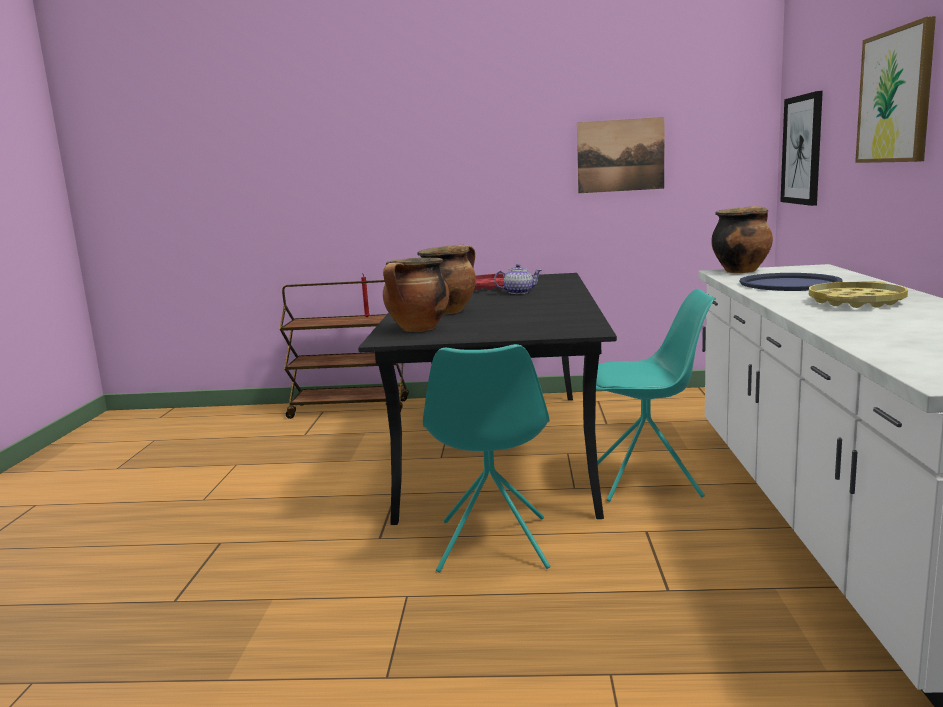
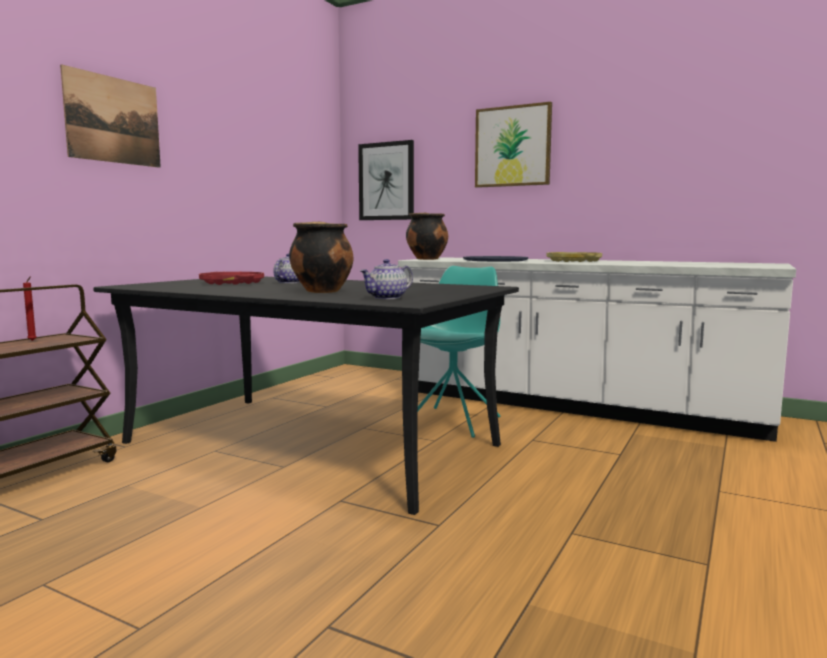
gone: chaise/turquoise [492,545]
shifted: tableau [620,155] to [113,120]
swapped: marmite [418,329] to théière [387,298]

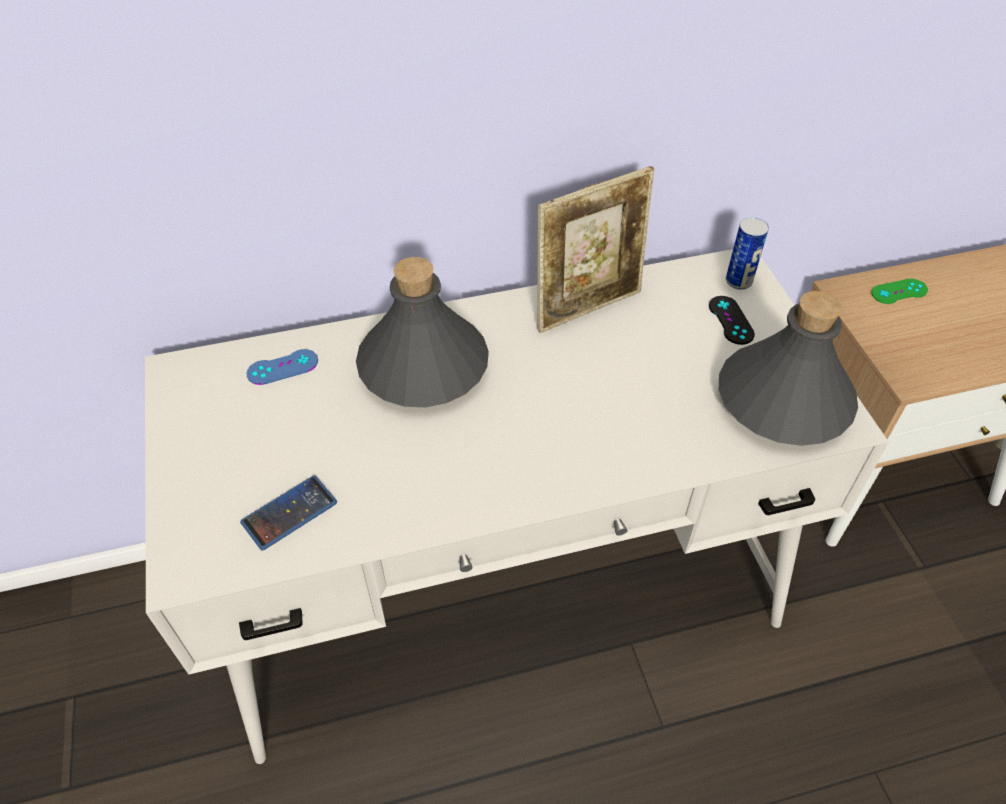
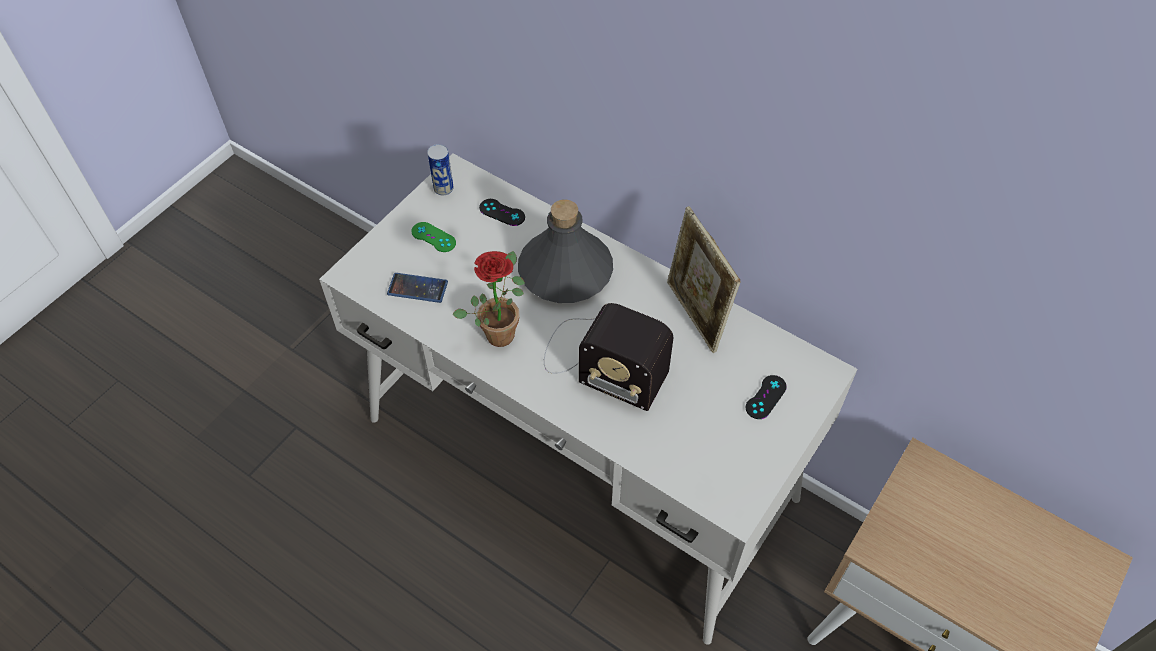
gone: bouteille/gris [784,401]
new: plante en pot [500,330]; radio [601,361]
shifted: boîte métallique [738,281] to [443,188]; manette/vert [899,291] to [433,237]
repainted: manette/bleu [282,367] to manette/noir [502,212]
rotated: cadre photo [588,307] = [695,316] 45 degrees clockwise

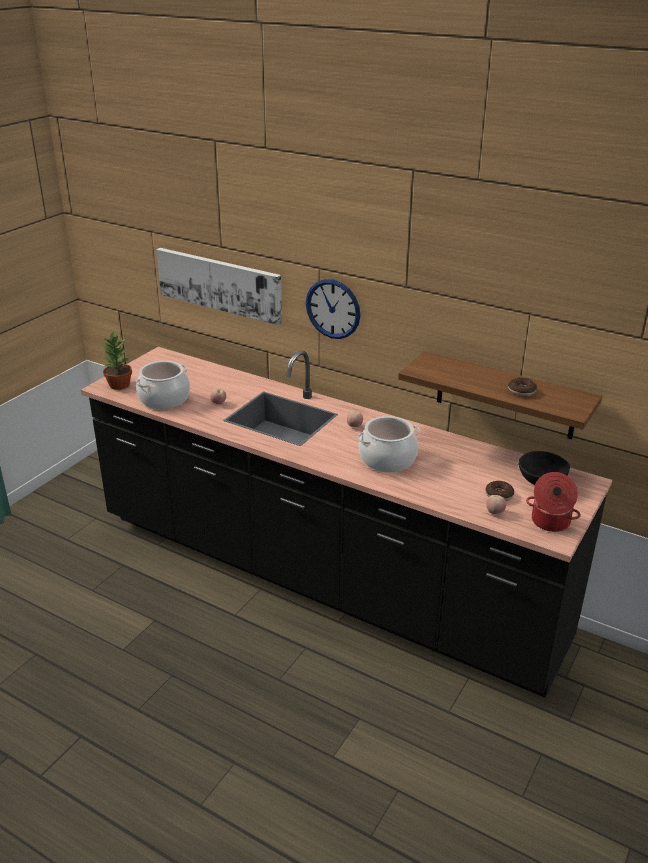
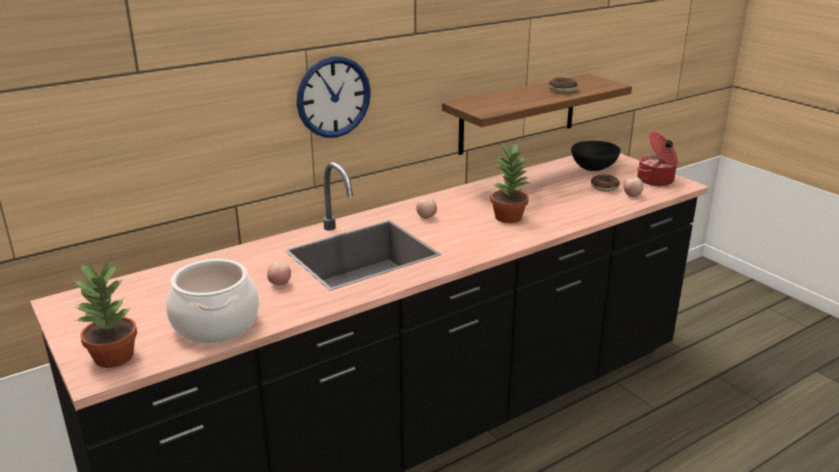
gone: tableau [220,284]
swapped: marmite [387,459] to plante en pot [508,217]

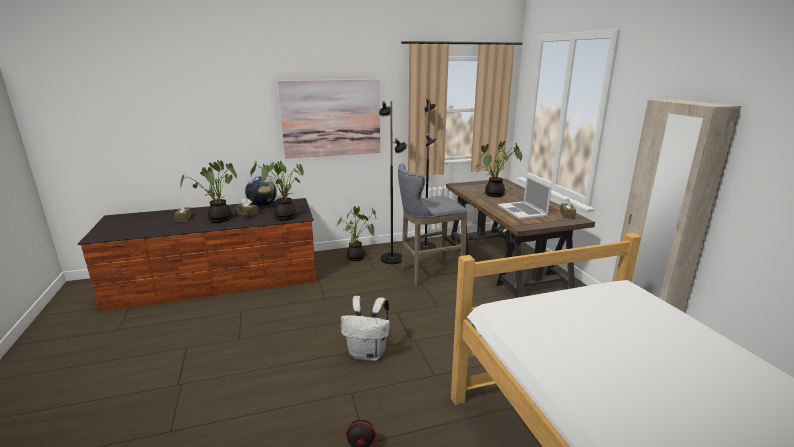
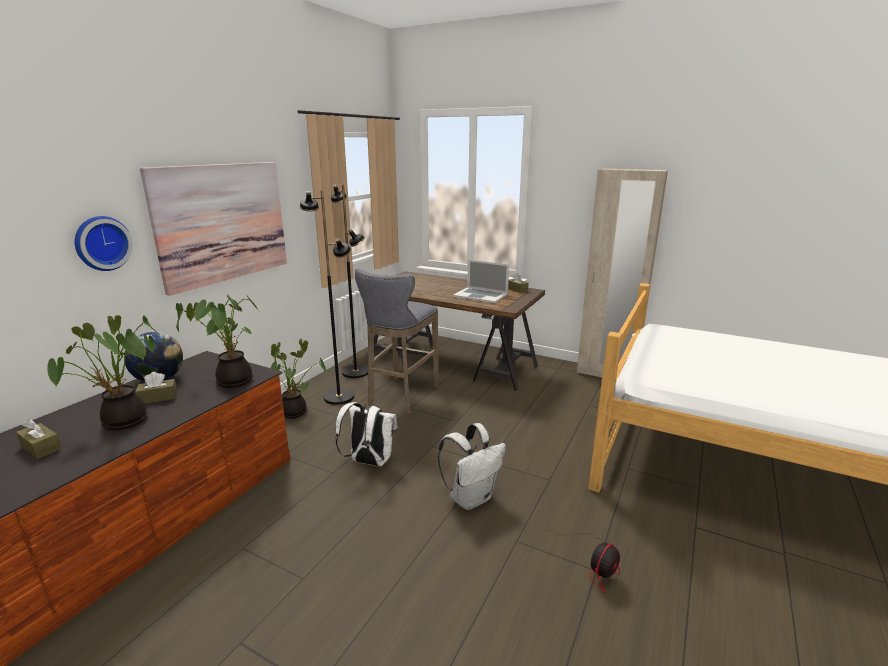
gone: plante en pot [494,195]
new: horloge murale [101,243]; sac à dos/blanc [369,462]

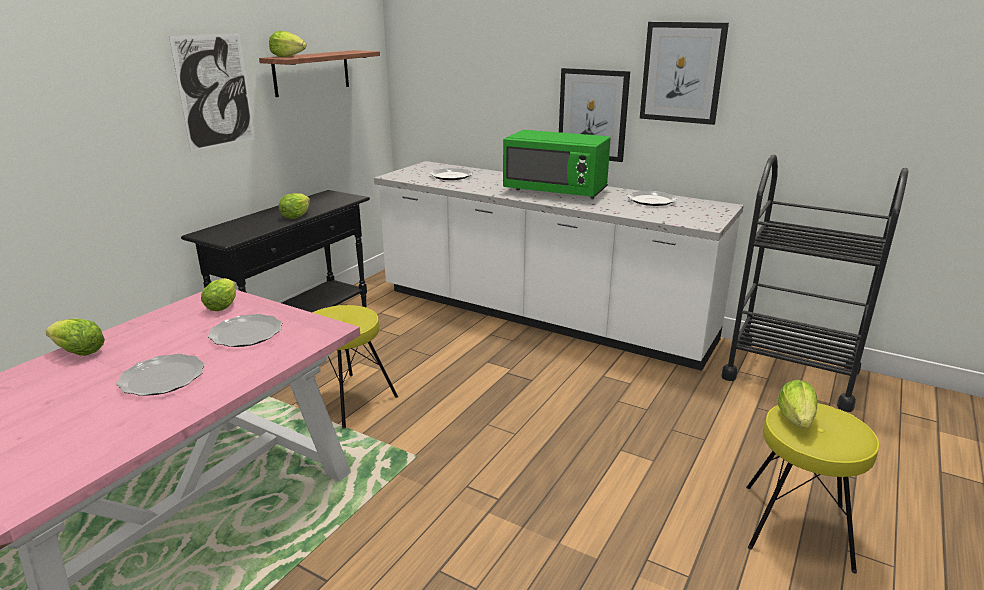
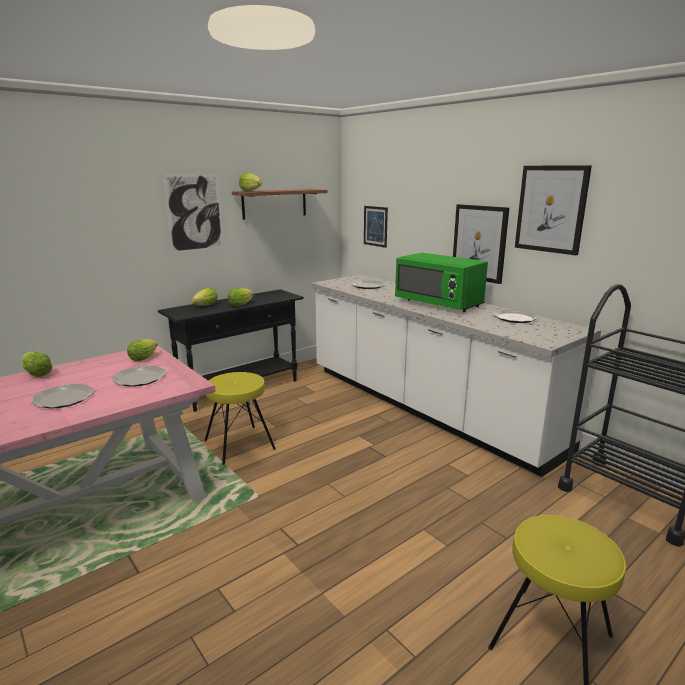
new: tableau [375,226]
shifted: laitue [796,419] to [206,306]

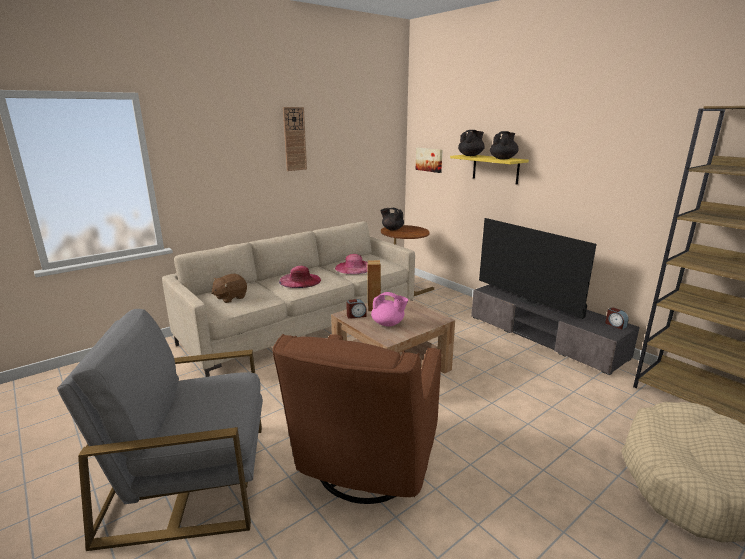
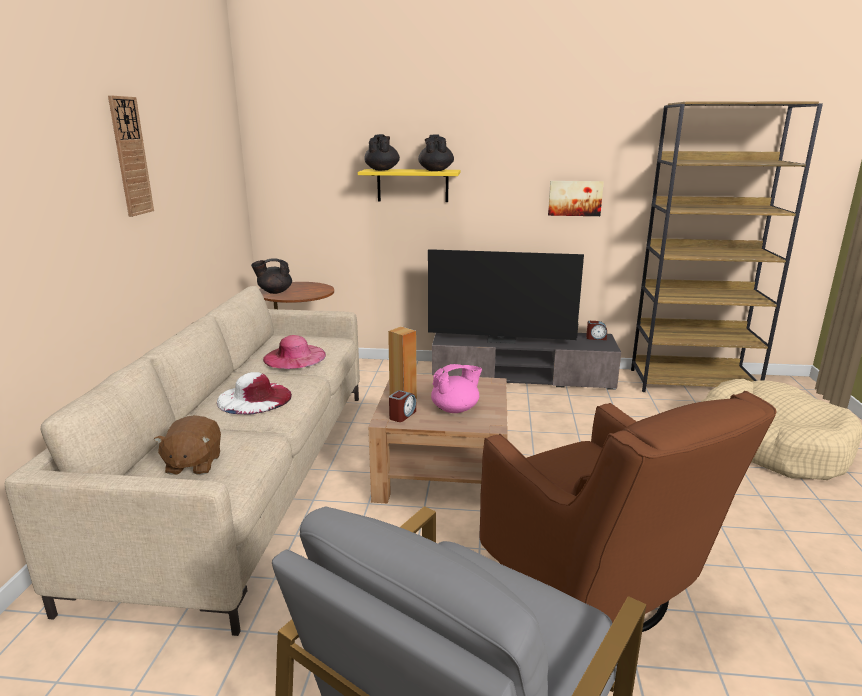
shifted: tableau [429,159] to [575,198]
repainted: chapeau/rose [300,280] to chapeau/blanc [254,398]

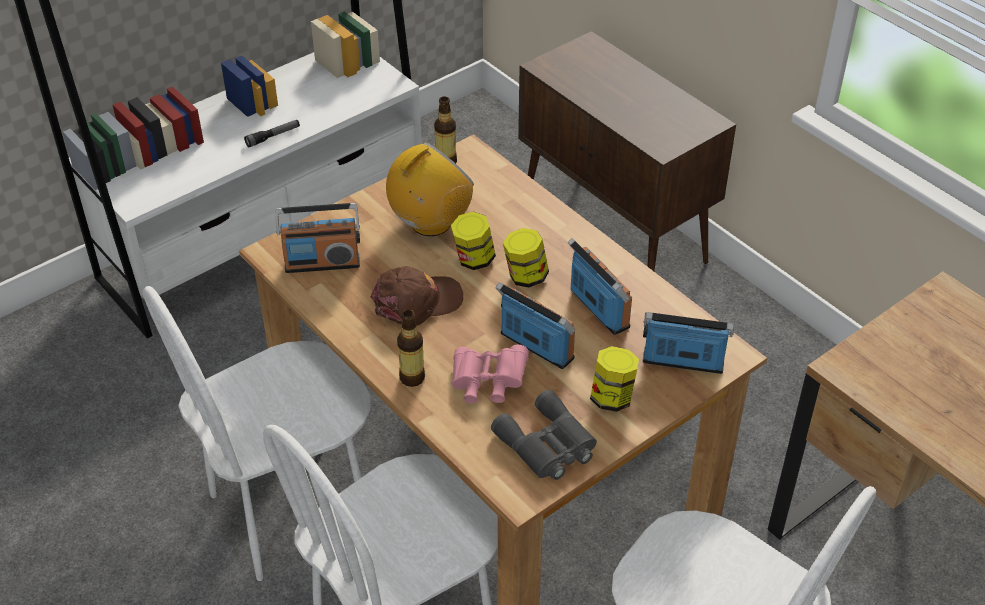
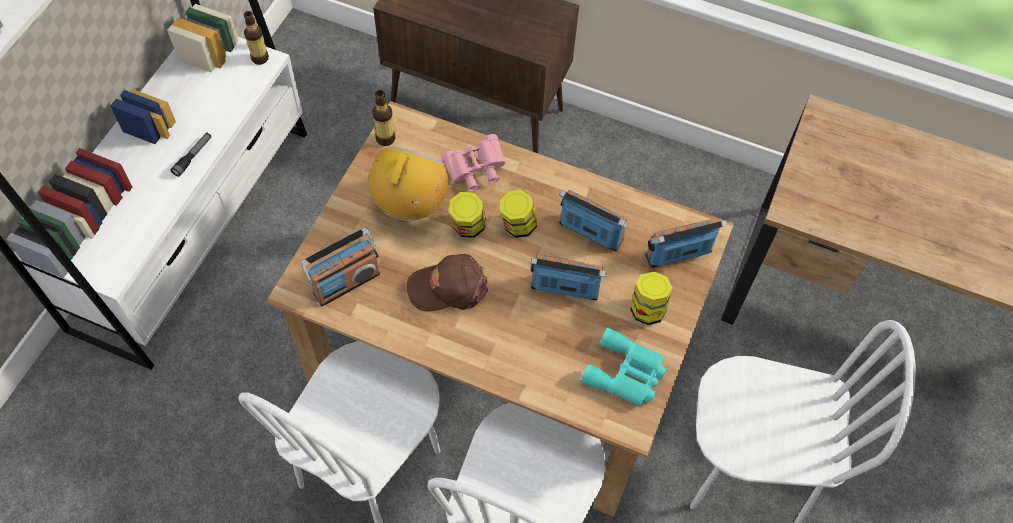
shifted: bouteille [412,378] to [260,58]; jumelles/rose [487,383] to [475,171]
repainted: jumelles/gris [547,446] to jumelles/turquoise [626,374]
rotated: casquette/marron [417,302] = [448,287] 135 degrees counterclockwise

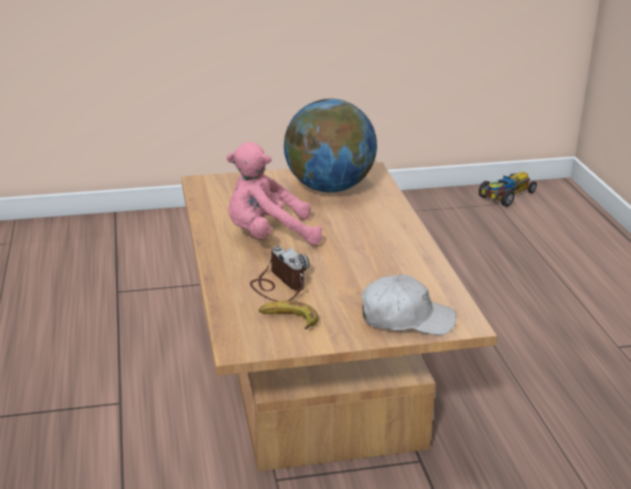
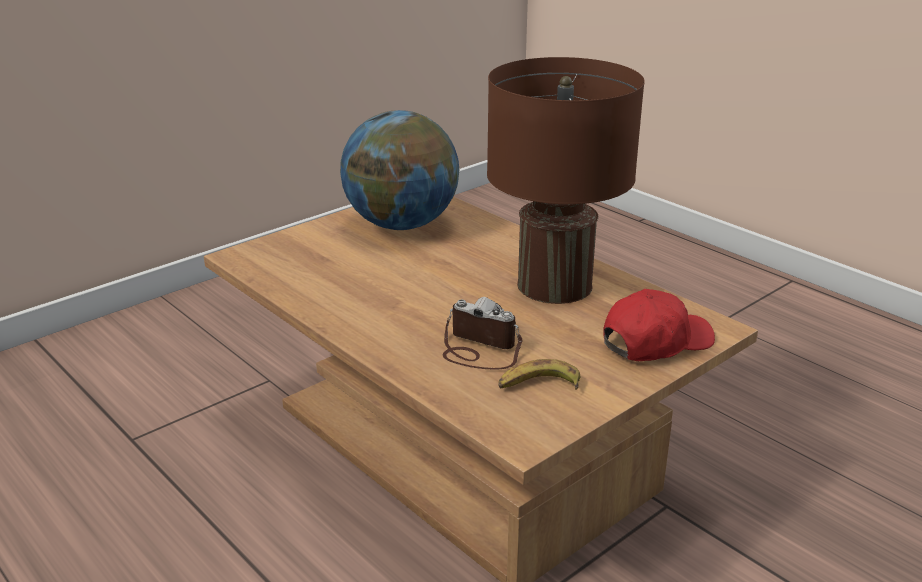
gone: peluche/rose [268,236]; petite voiture [505,196]
new: lampe de table/marron [554,285]
repainted: casquette/blanc [406,319] to casquette/rouge [656,342]

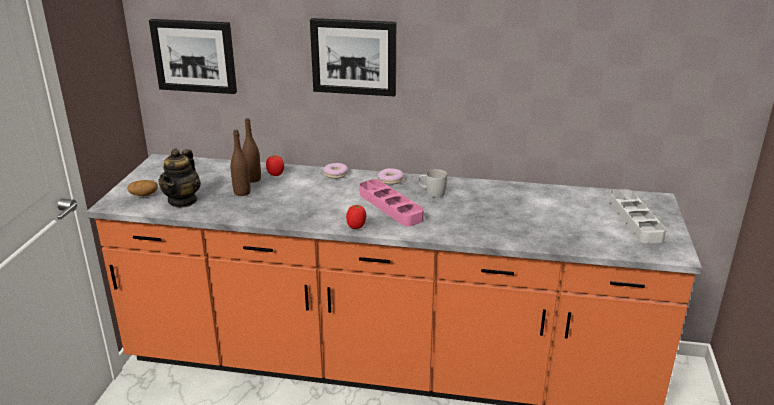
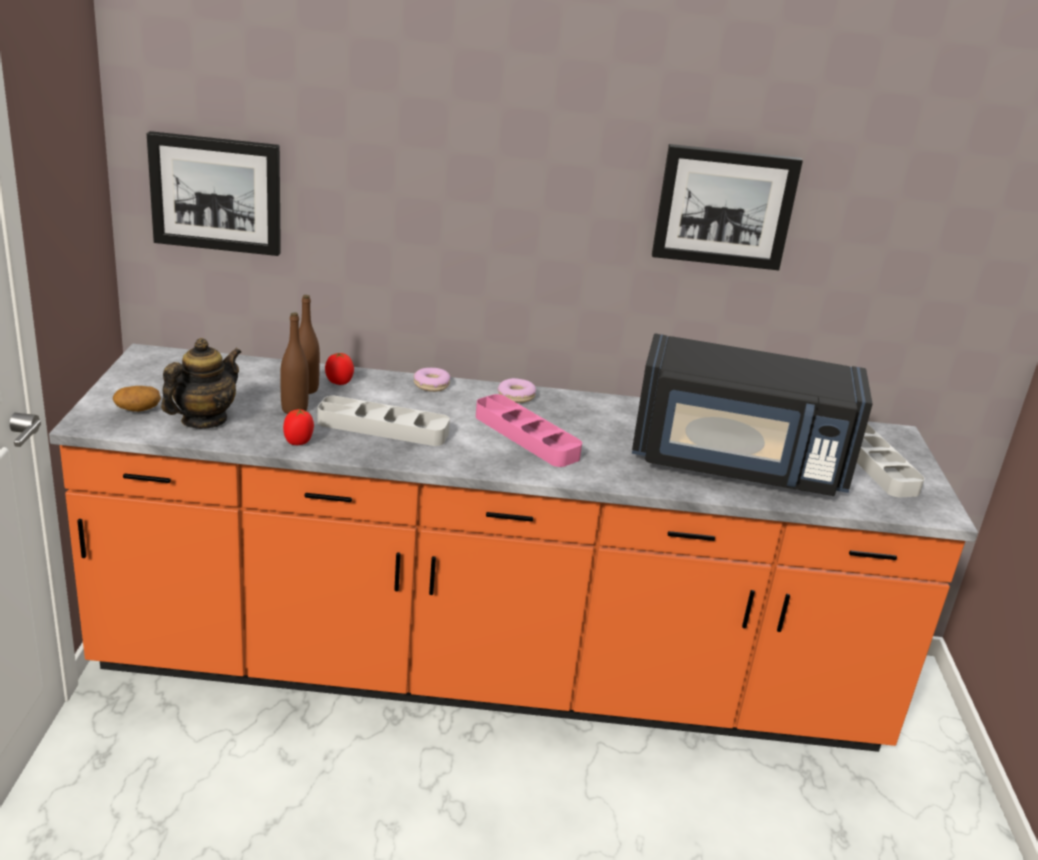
gone: mug/blanc [431,193]
new: micro-ondes/noir [738,465]; plateau/gris [383,428]
shifted: tableau [354,56] to [724,207]; tomate [356,226] to [298,442]
rotated: théière [183,201] = [204,420] 150 degrees counterclockwise

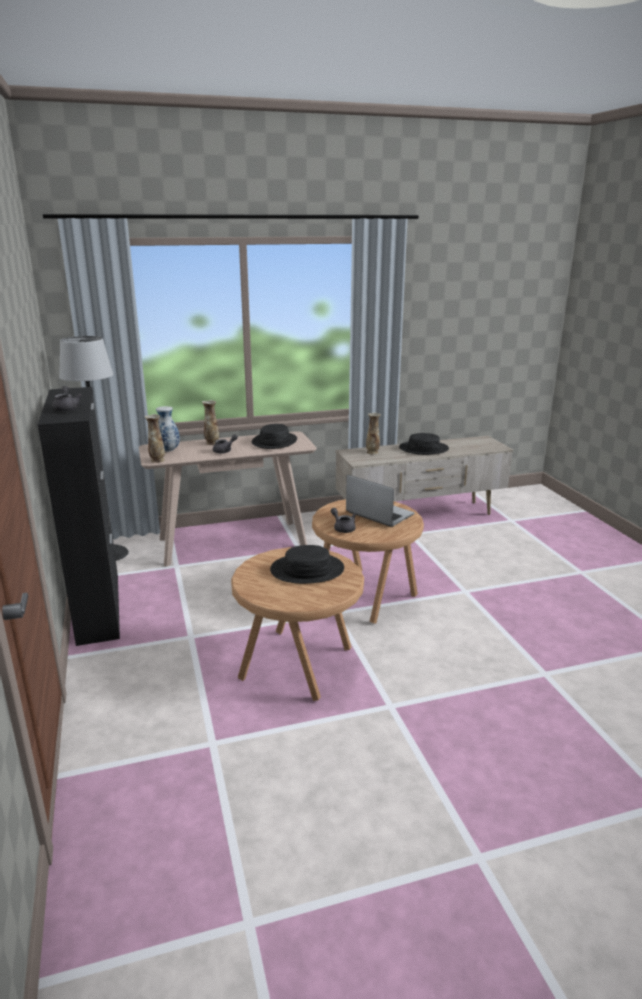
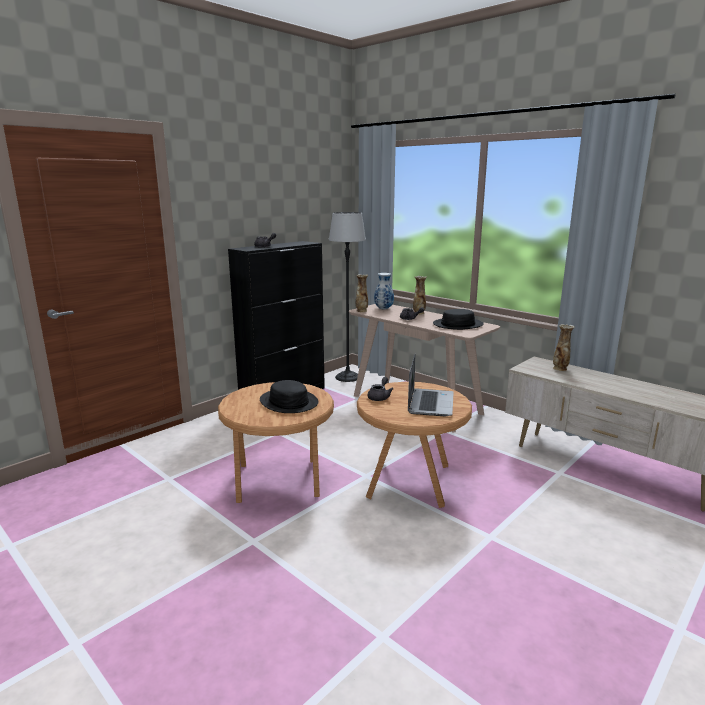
gone: chapeau/noir [423,449]

